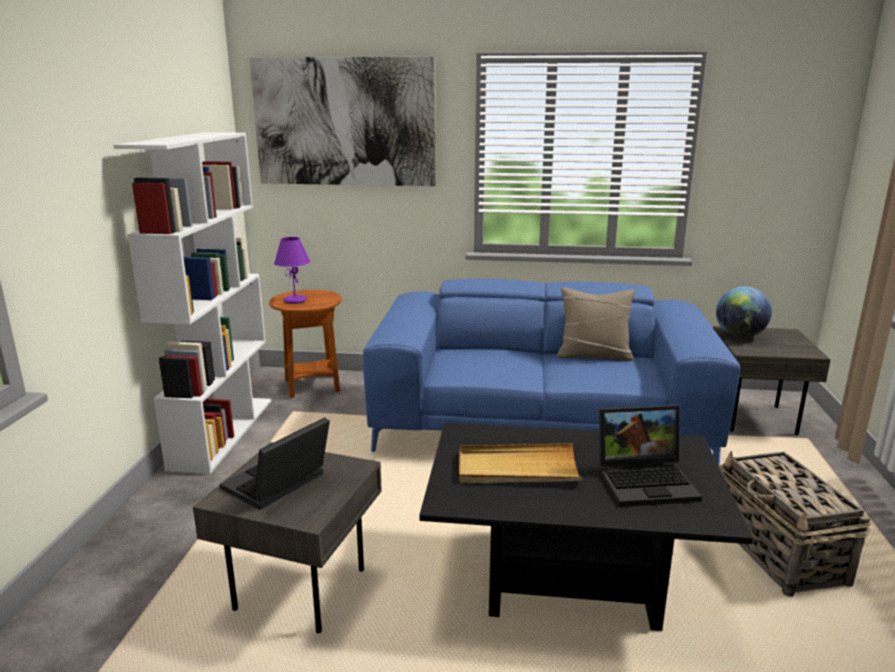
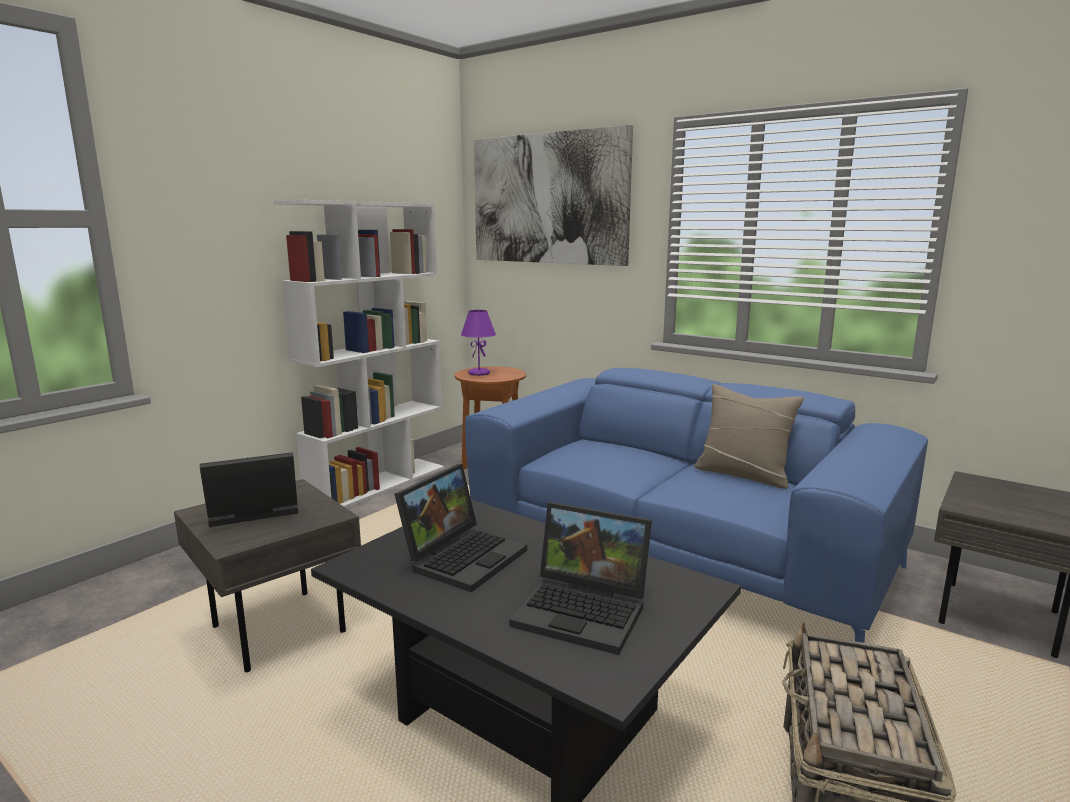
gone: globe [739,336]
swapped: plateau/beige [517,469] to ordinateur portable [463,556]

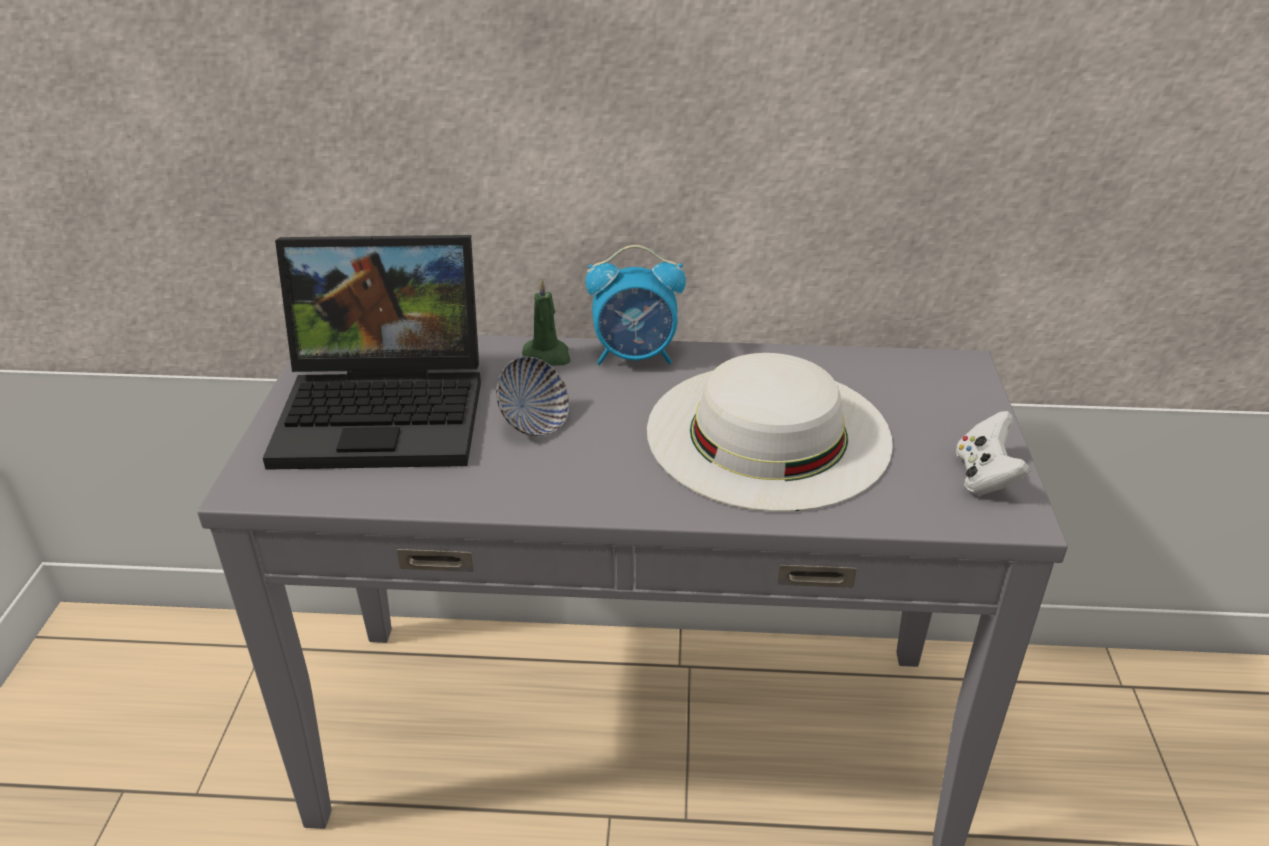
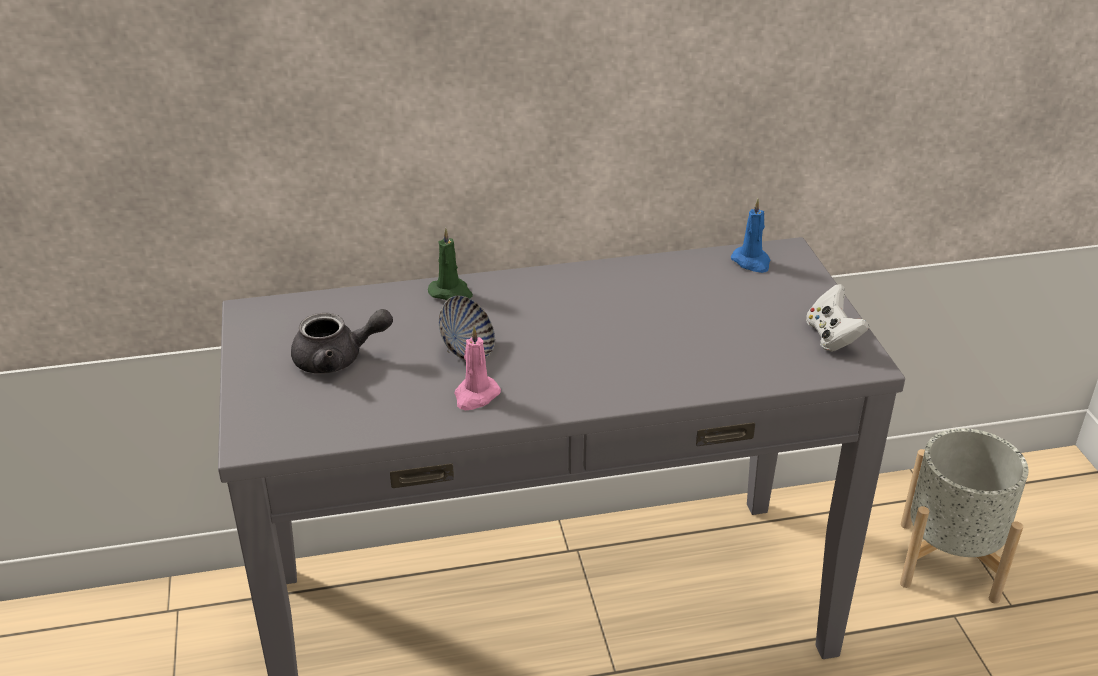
gone: réveil [635,356]; chapeau/blanc [768,433]
new: bougie/bleu [752,262]; bougie/rose [475,396]; cache-pot/gris [948,560]
swapped: ordinateur portable [389,410] to théière/gris [338,359]

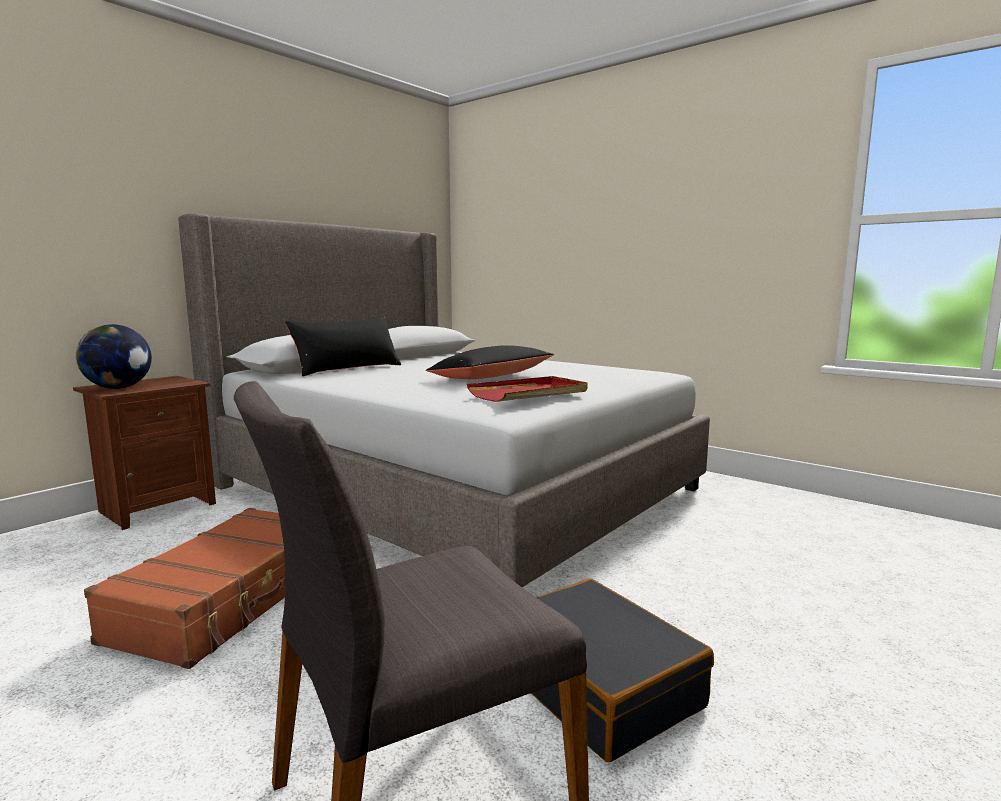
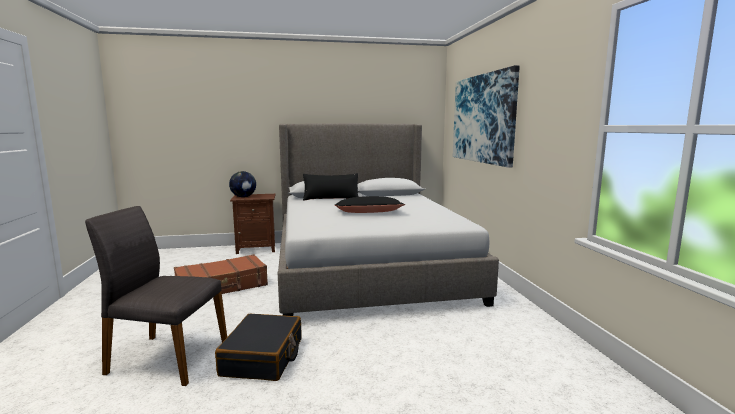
gone: plateau/rouge [529,393]
new: tableau [482,118]

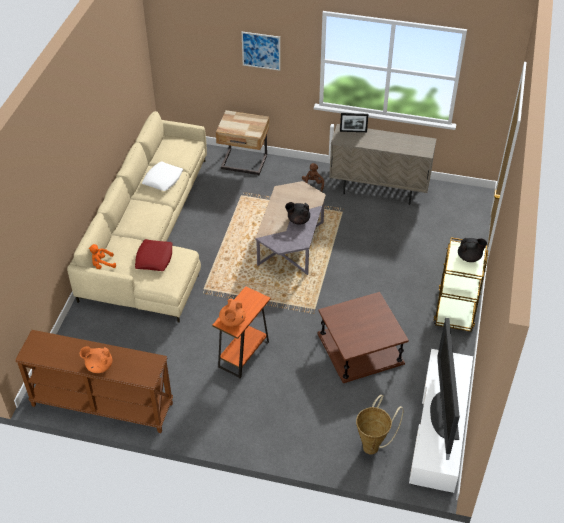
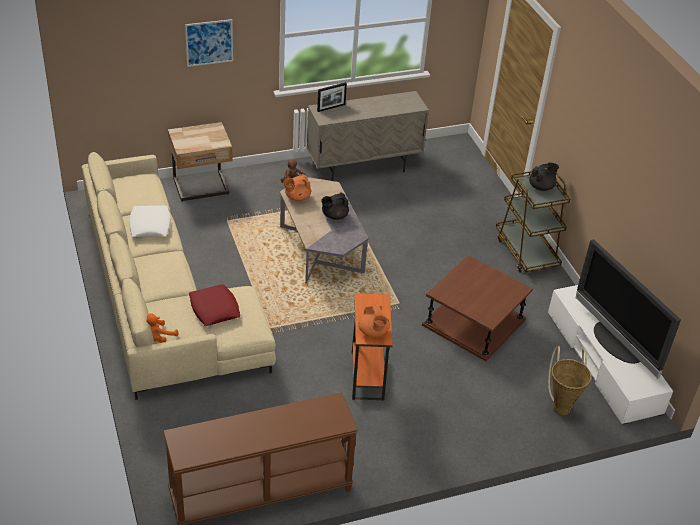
shifted: théière/orange [99,366] to [297,197]

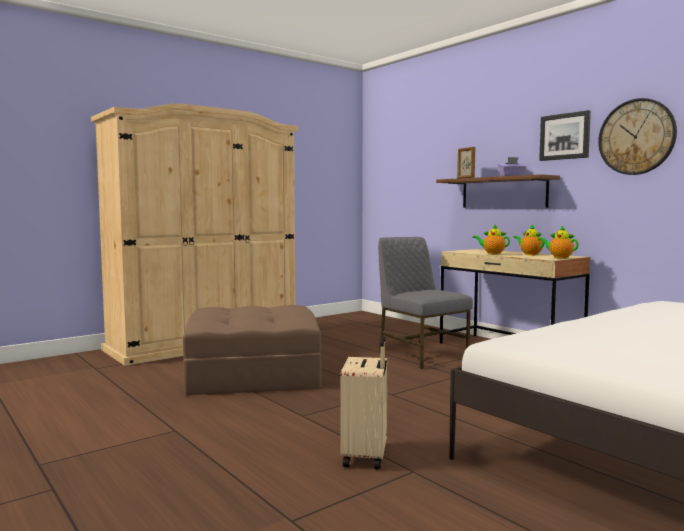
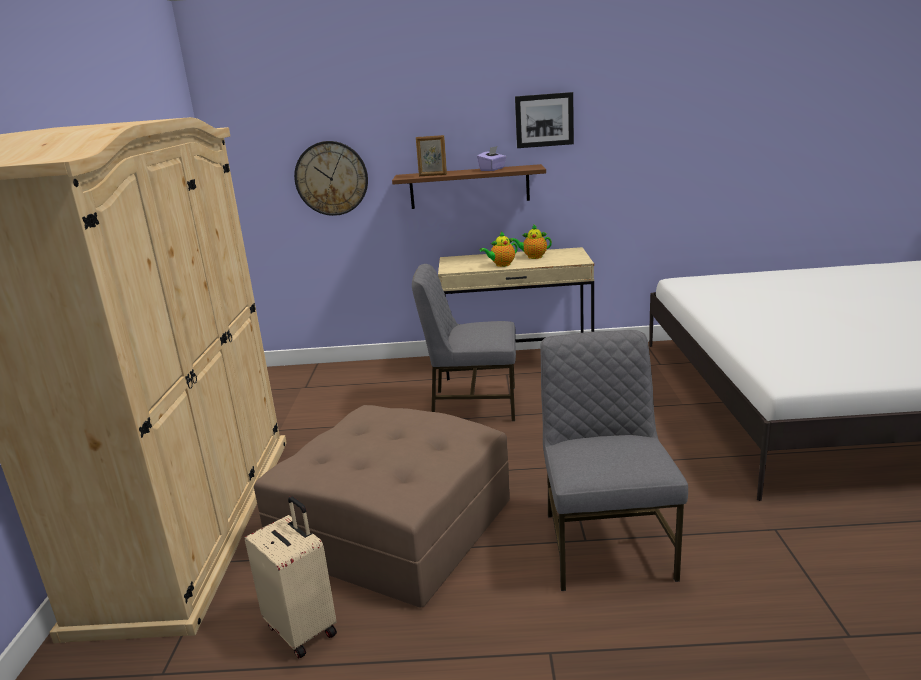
gone: théière [559,257]
new: chaise/gris [605,543]
shifted: horloge murale [636,137] to [331,178]; valise/beige [366,457] to [303,629]

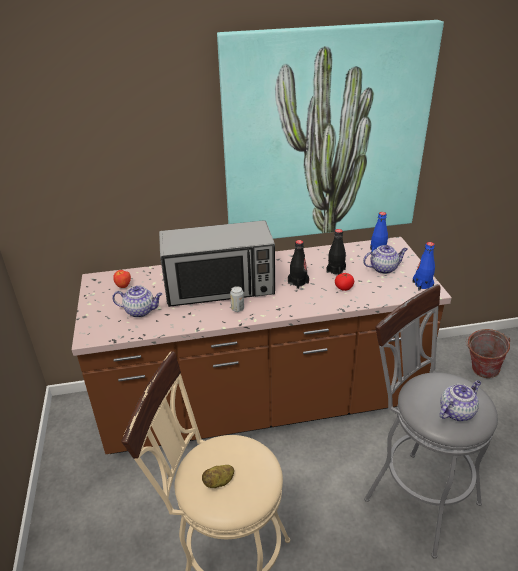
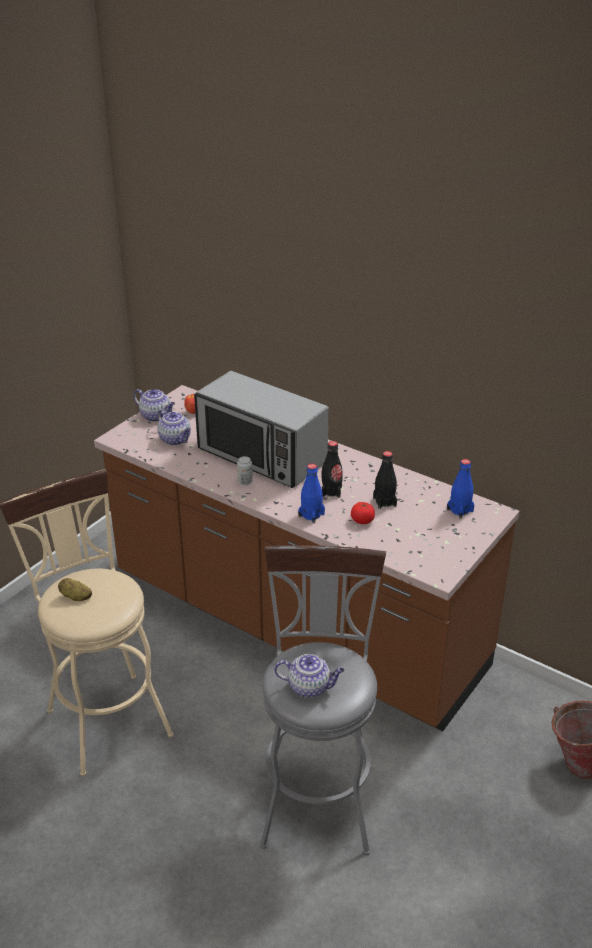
gone: tableau [324,137]
shifted: bouteille/bleu [422,285] to [311,515]; théière [384,268] to [156,416]

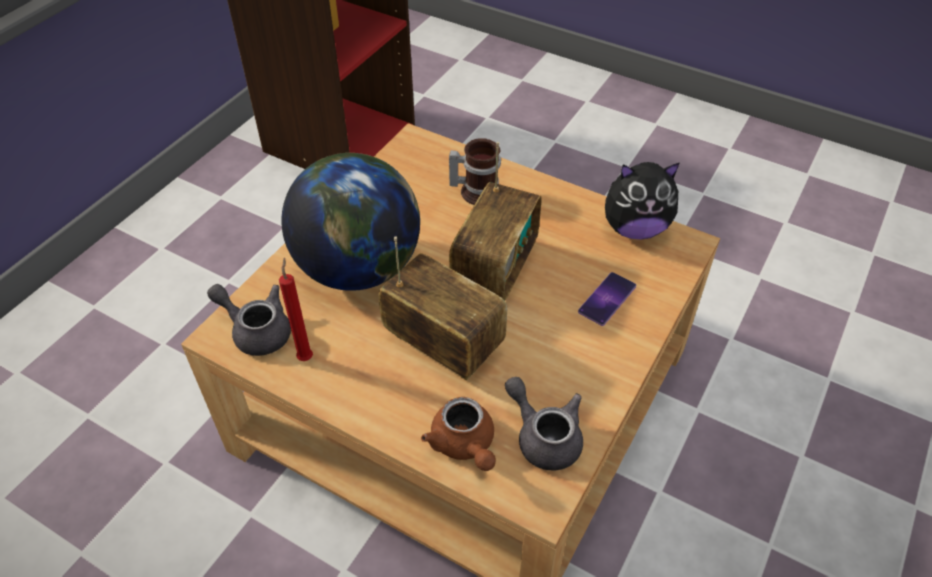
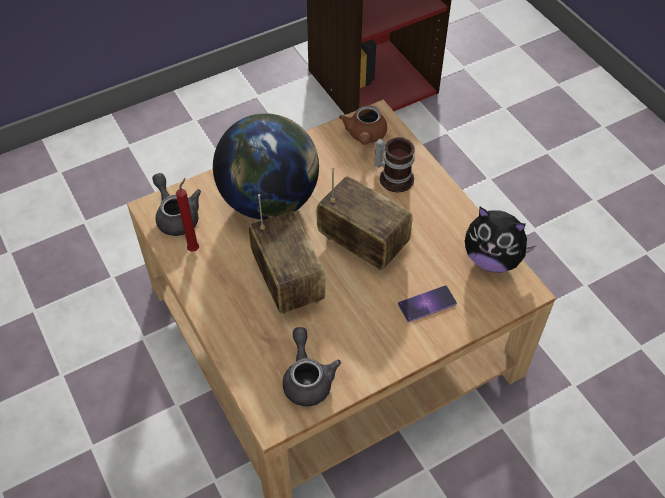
shifted: théière/marron [464,445] to [365,136]
rotated: radio [495,269] = [362,243] 105 degrees counterclockwise

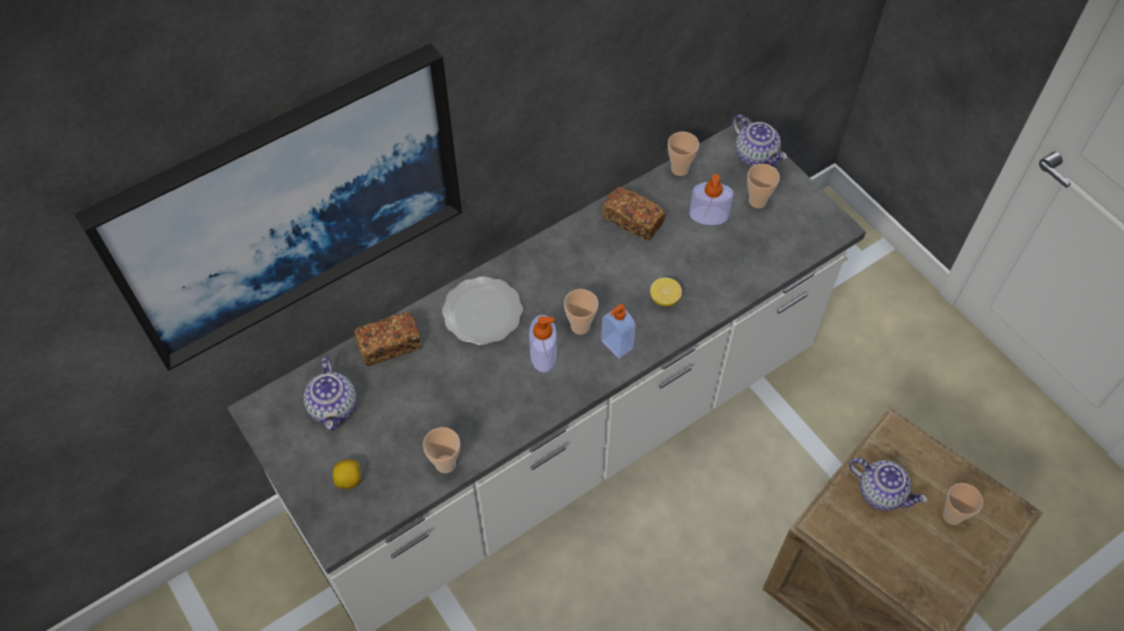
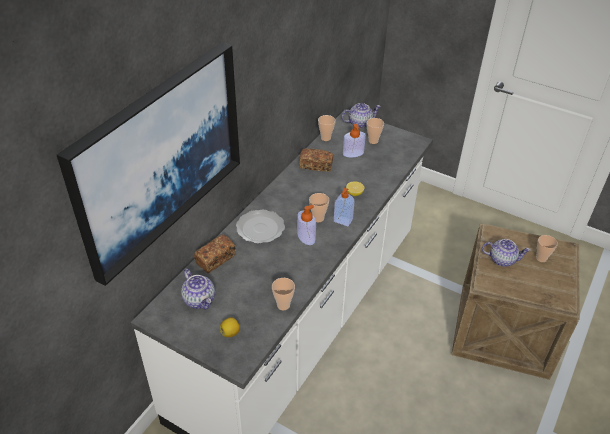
rotated: théière [756,156] = [360,123] 45 degrees counterclockwise

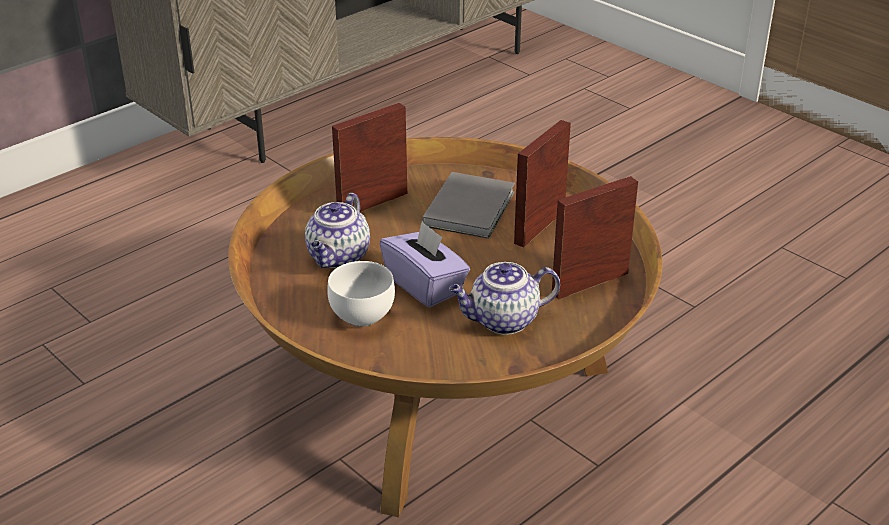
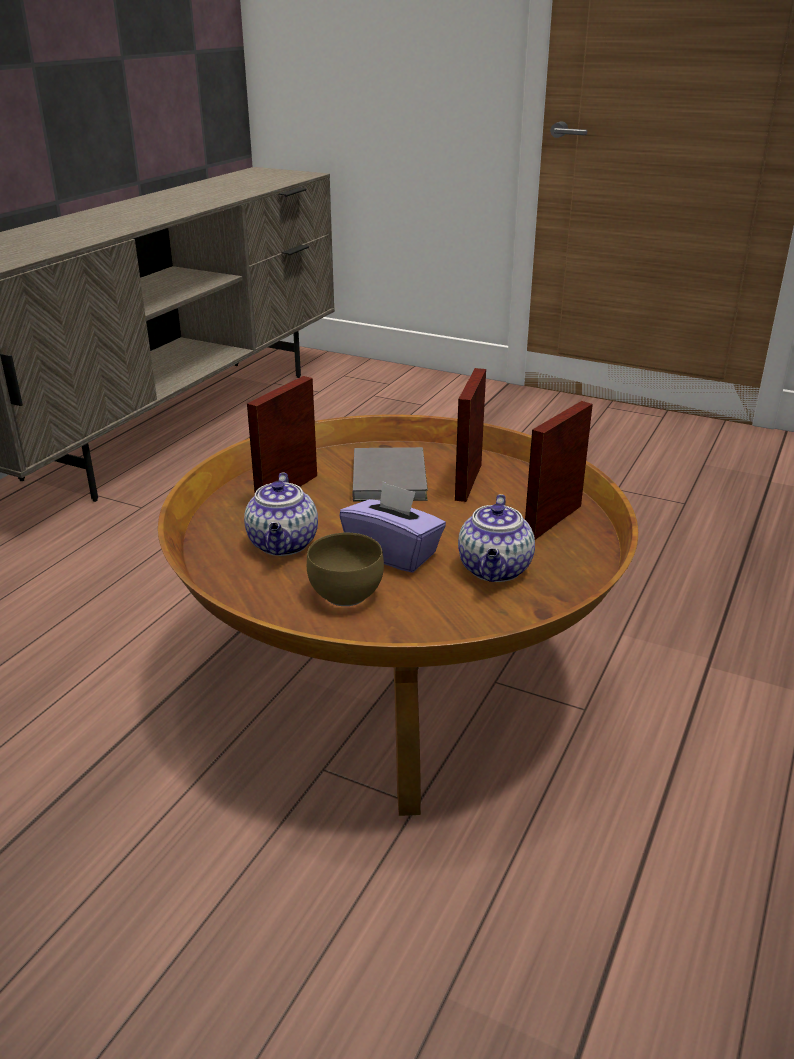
repainted: bol/blanc [360,316] to bol/marron [344,596]
rotated: théière [502,321] = [495,570] 45 degrees counterclockwise

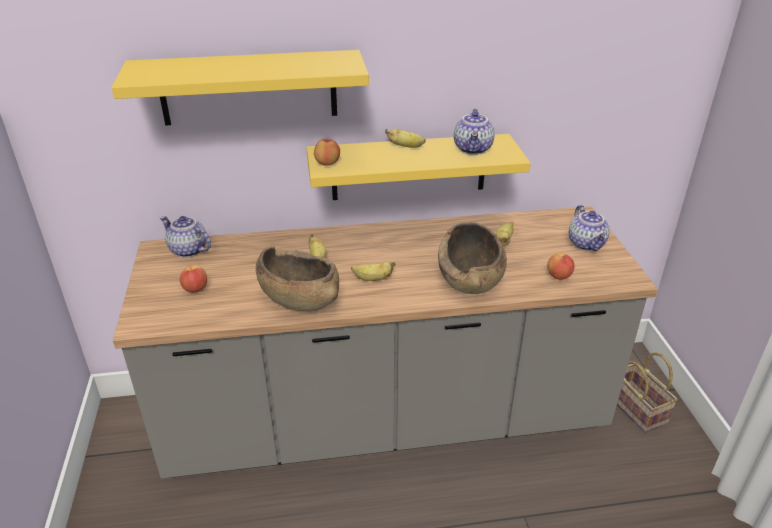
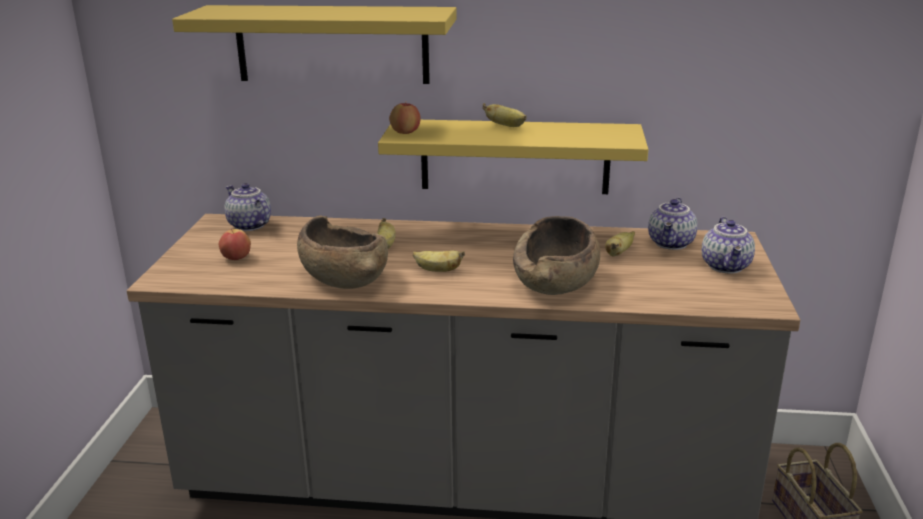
gone: pomme [559,276]
shifted: théière [473,149] to [672,244]

